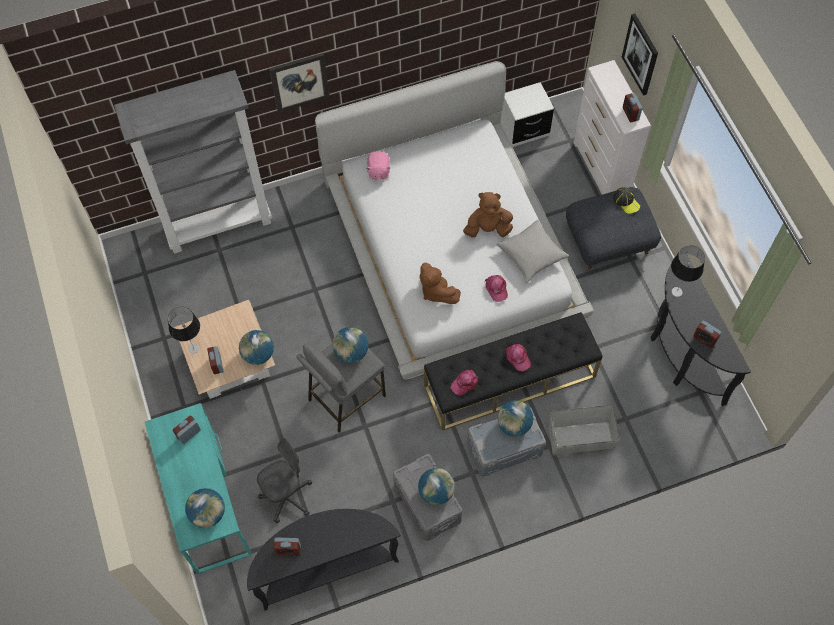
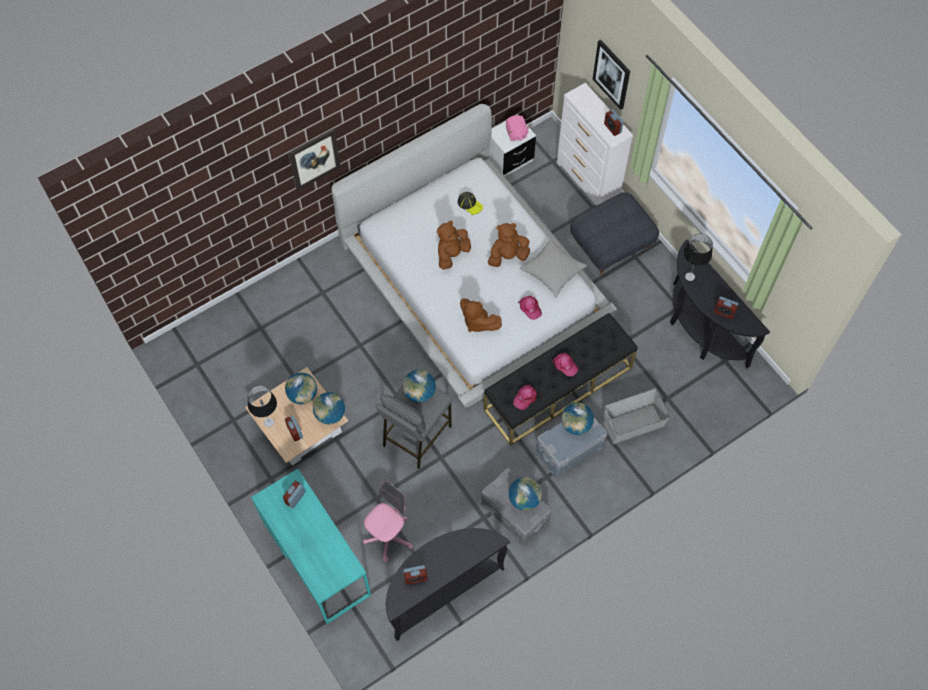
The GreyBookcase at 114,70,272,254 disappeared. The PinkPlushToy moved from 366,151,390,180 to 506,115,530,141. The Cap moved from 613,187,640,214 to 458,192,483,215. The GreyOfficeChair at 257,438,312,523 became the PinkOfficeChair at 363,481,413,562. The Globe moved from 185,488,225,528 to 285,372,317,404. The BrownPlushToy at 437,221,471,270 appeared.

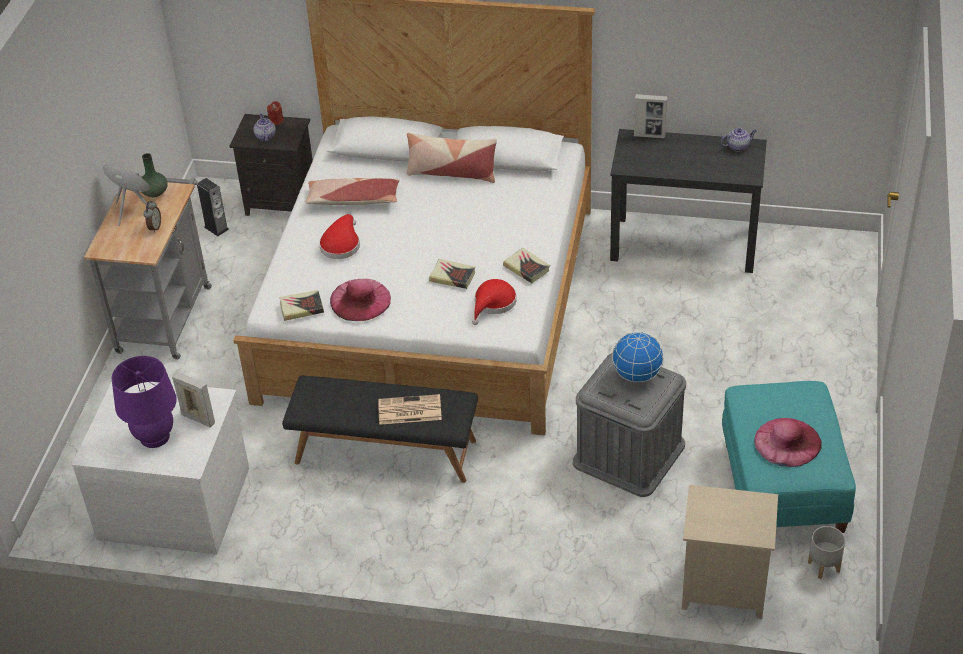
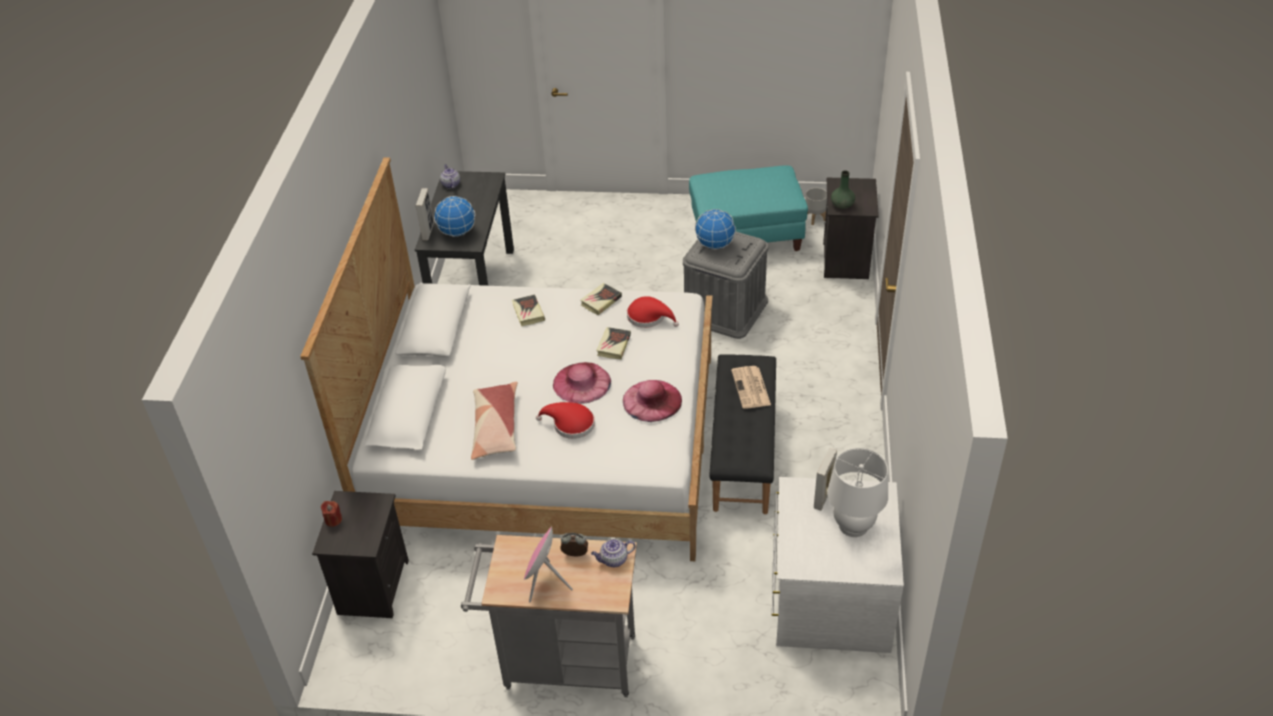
The Teapot moved from 254,114,276,141 to 591,539,636,567. The Pillow at 407,133,497,183 disappeared. The GreenVase moved from 142,153,168,197 to 831,171,856,209. The Speaker at 197,178,229,236 disappeared. The Book moved from 279,290,324,321 to 512,294,545,326. The PurpleTableLamp at 112,356,177,448 became the WhiteTableLamp at 827,448,888,537. The PinkHat moved from 754,418,822,467 to 553,362,611,404. The BeigeNightstand at 682,485,778,619 became the BlackNightstand at 823,178,879,279. The Globe at 434,196,475,237 appeared.

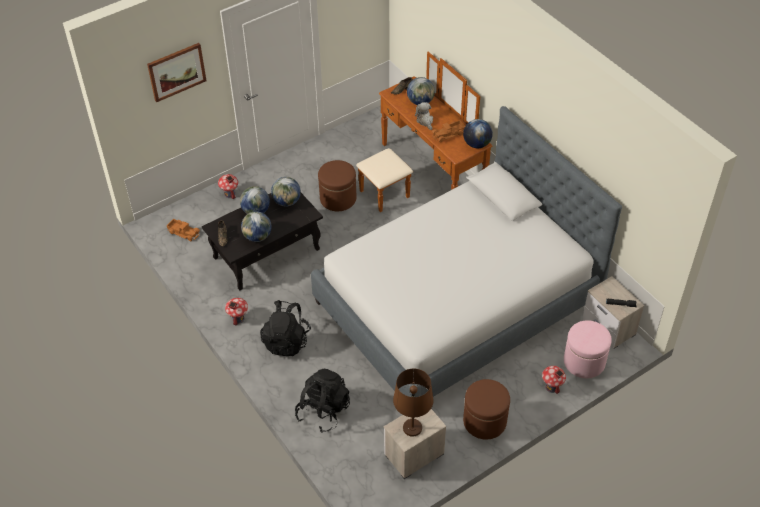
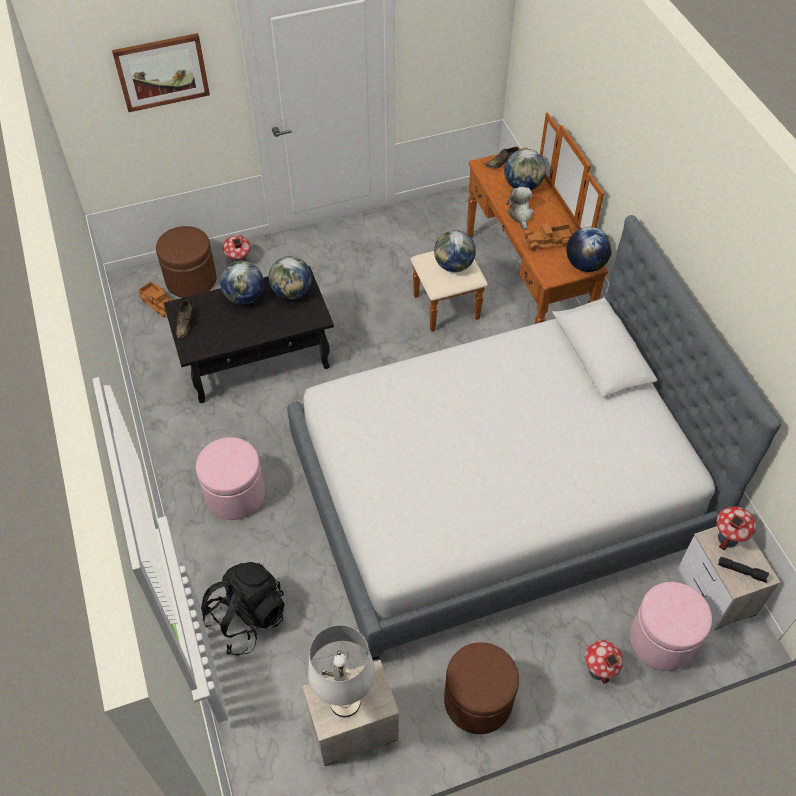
The BrownOttoman moved from 318,160,356,211 to 156,226,217,298. The Globe moved from 241,211,271,242 to 434,230,476,272. The ToyHouse moved from 225,298,248,326 to 717,506,756,550. The BlackBackpack at 260,300,311,356 was replaced by the PinkOttoman at 196,437,265,520. The BrownTableLamp at 393,369,433,437 became the WhiteTableLamp at 308,625,375,717.

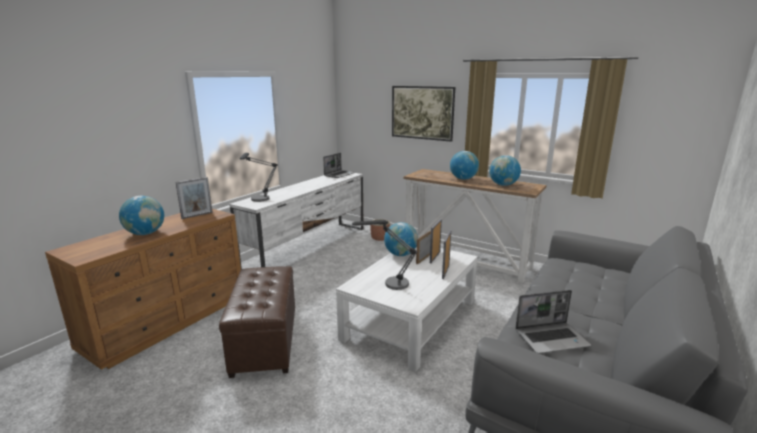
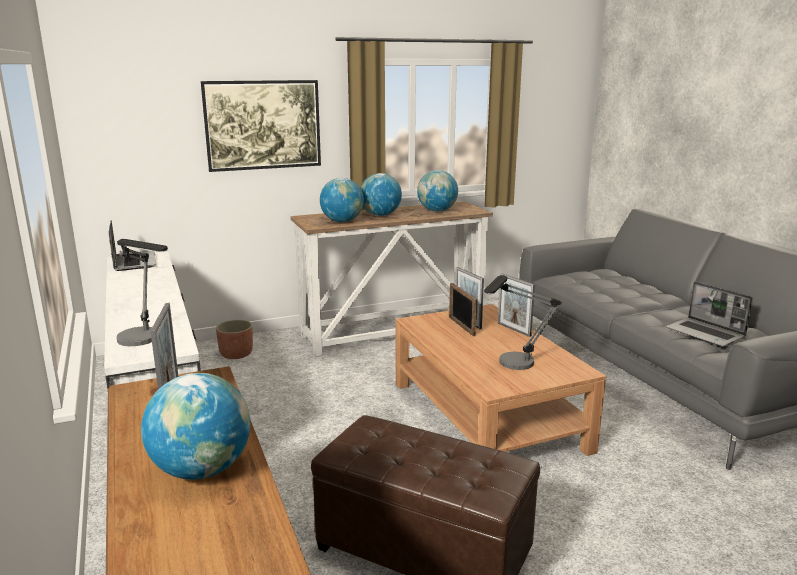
The Globe moved from 384,222,418,256 to 320,178,364,222. The WhiteCoffeeTable at 336,247,478,372 became the BrownCoffeeTable at 395,304,606,456. The Laptop at 515,290,591,353 turned 120 degrees clockwise.

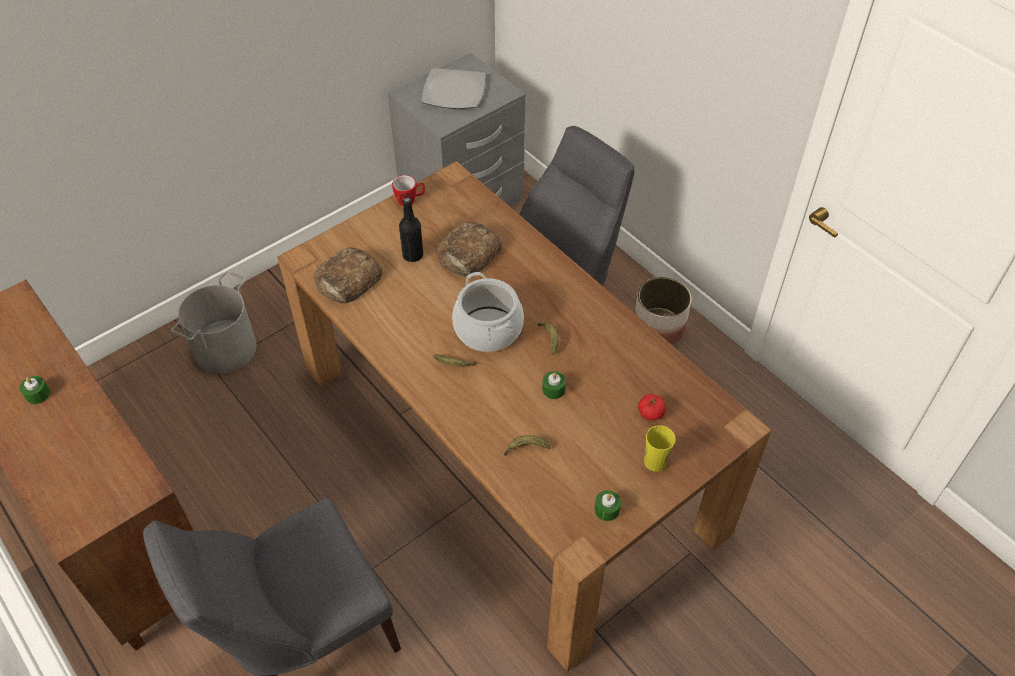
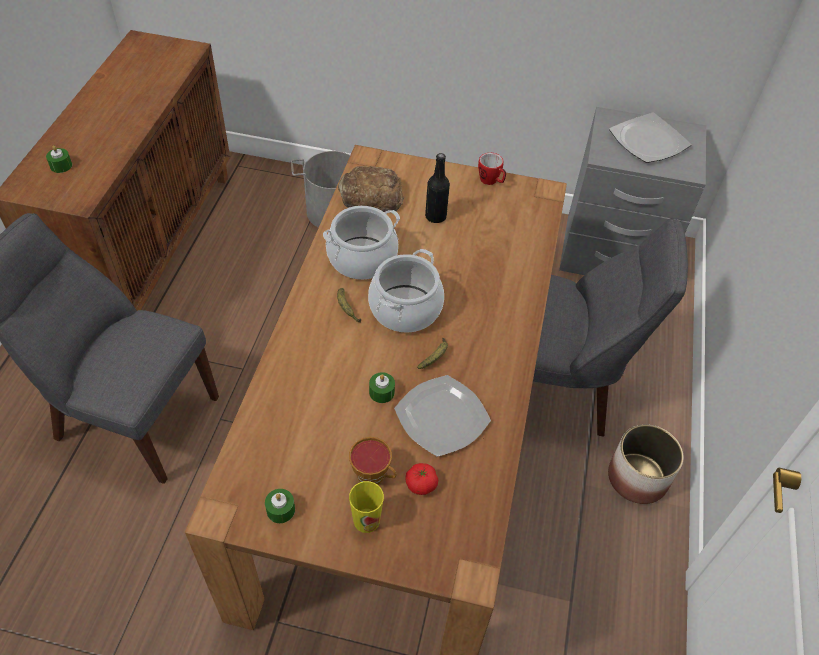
The Bread at 436,222,502,277 disappeared. The GreenCandle moved from 20,376,50,404 to 46,146,72,173. The Banana at 504,435,551,456 disappeared. The CookingPot at 323,206,400,280 appeared. The Plate at 394,375,491,457 appeared. The Cup at 349,437,396,485 appeared.

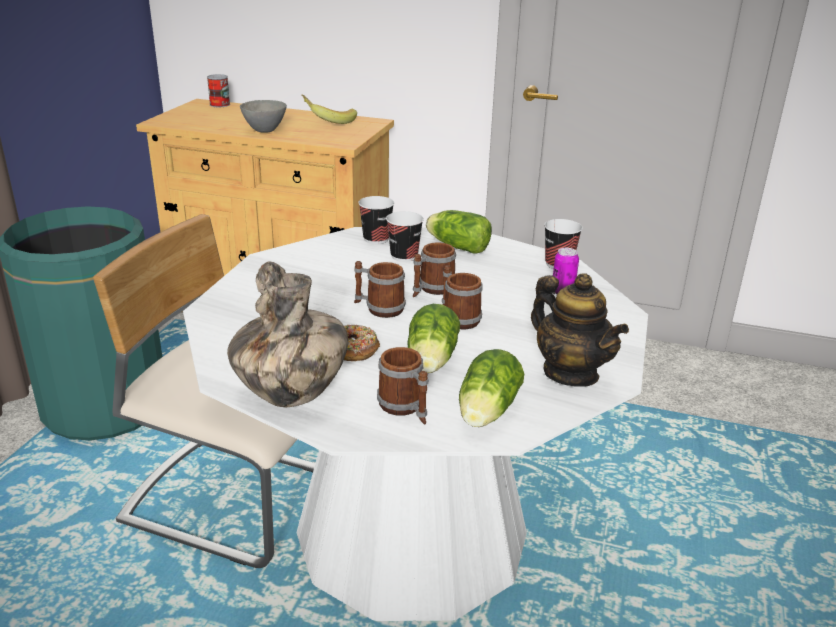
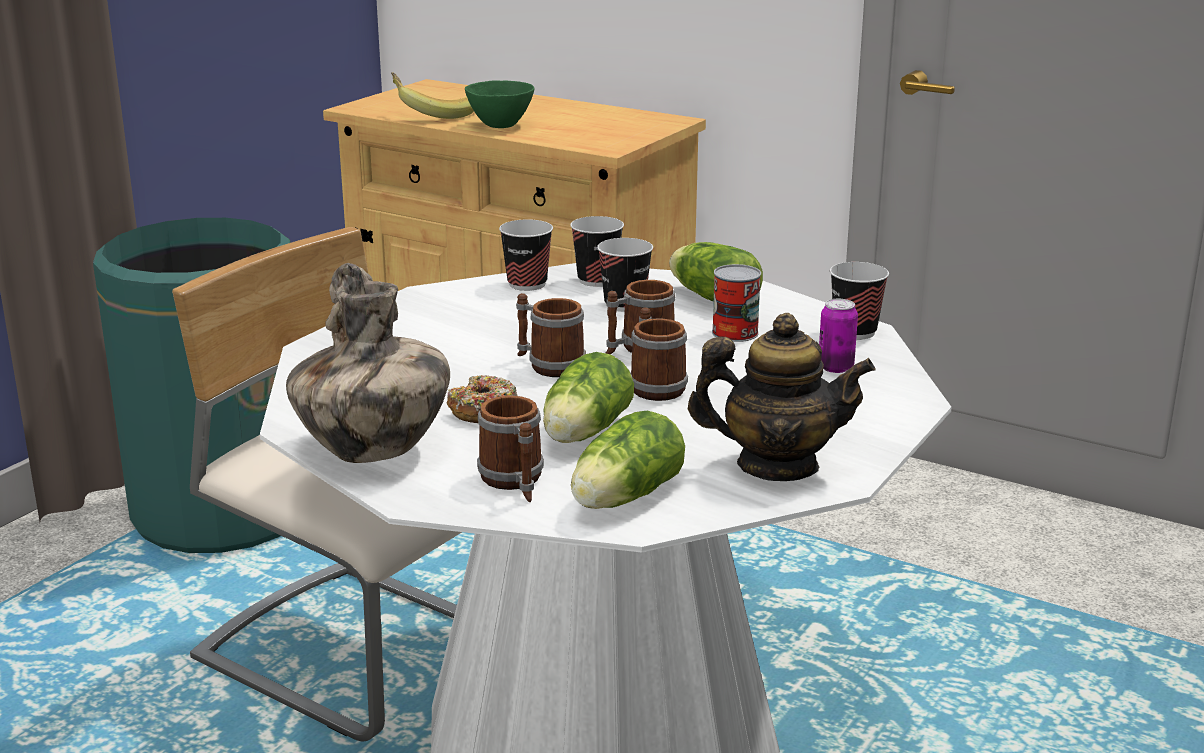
The Can moved from 207,74,230,107 to 712,264,761,342. The Banana moved from 301,94,357,124 to 391,72,474,119. The GreyBowl at 240,100,287,133 became the GreenBowl at 465,80,534,128. The Teapot at 531,273,629,387 turned 60 degrees counterclockwise. The Cup at 499,219,553,291 appeared.

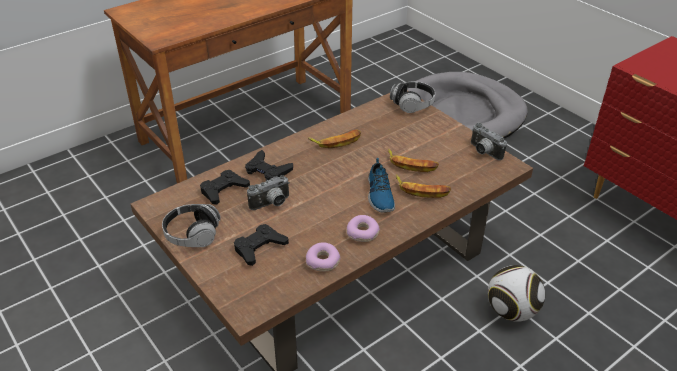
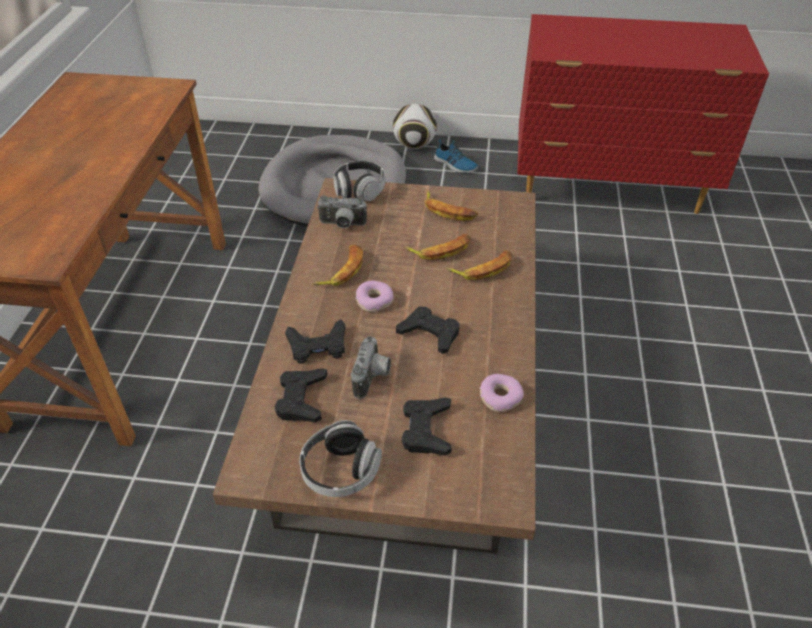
The PhotoCamera moved from 471,123,507,160 to 317,195,367,228. The Shoe moved from 368,158,395,213 to 434,139,479,173. The Donut moved from 347,215,380,242 to 356,281,394,312. The Football moved from 488,265,545,321 to 393,104,437,149. The Banana at 425,191,478,221 appeared. The BlackGameController at 396,306,460,354 appeared.

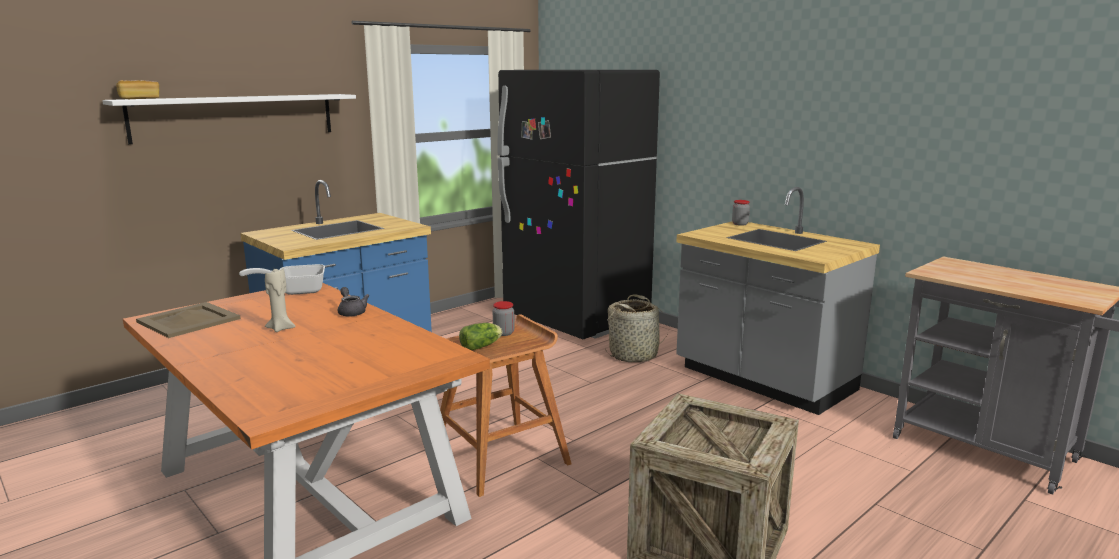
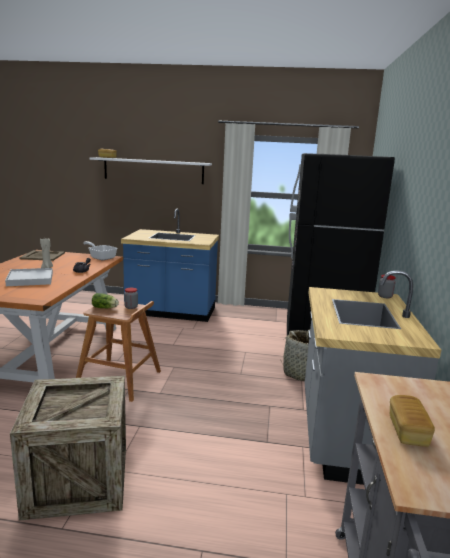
The WhiteTray at 5,268,53,286 appeared. The Bread at 390,395,435,447 appeared.

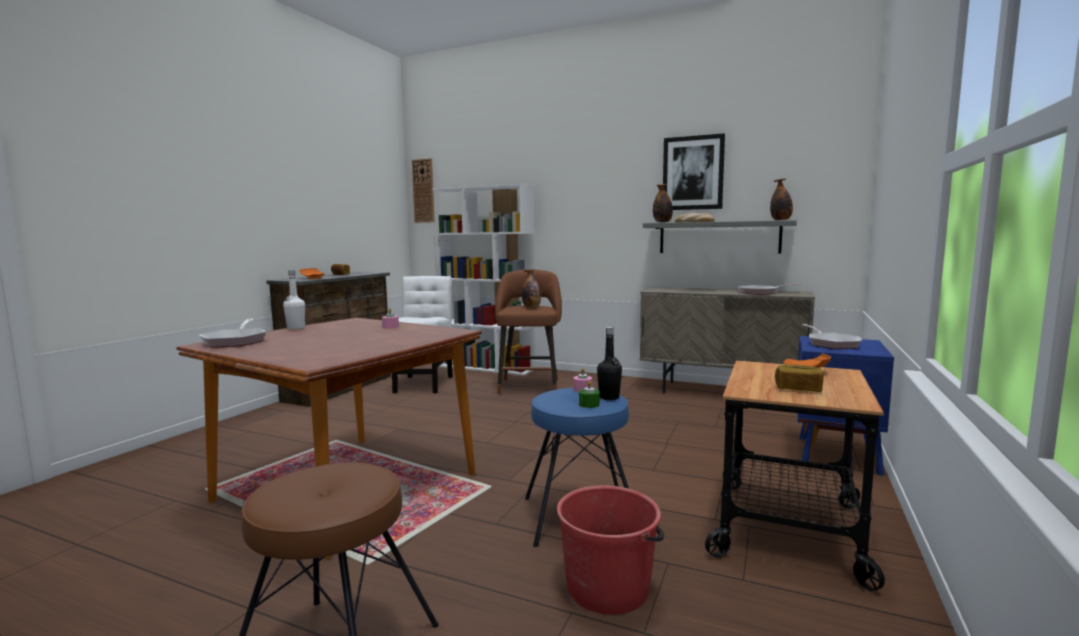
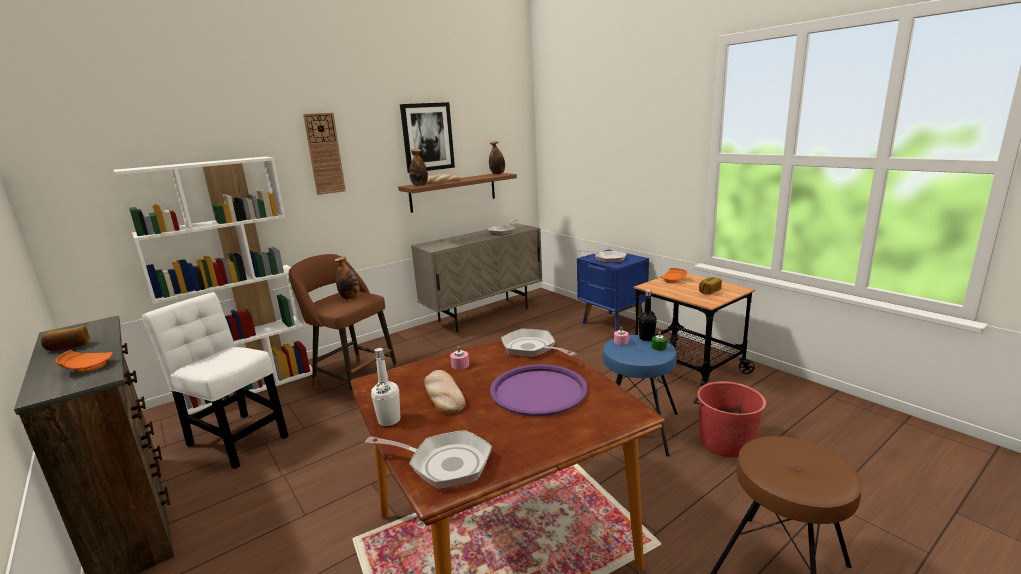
The WallClock moved from 412,158,435,223 to 303,113,346,195. The GreyShelf at 643,220,797,253 became the BrownShelf at 398,173,517,213. The FryingPan at 501,329,577,357 appeared. The PurpleTray at 490,364,587,417 appeared. The Bread at 424,370,466,414 appeared.

